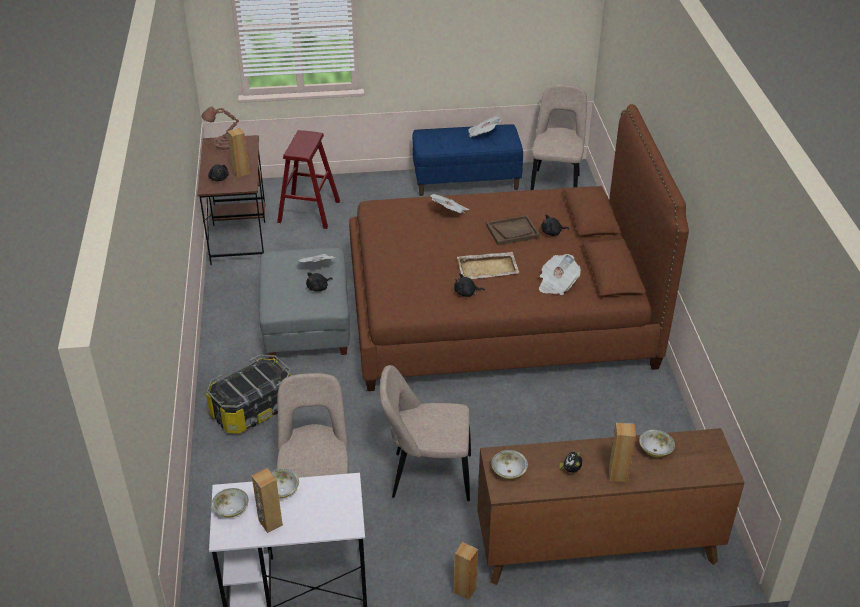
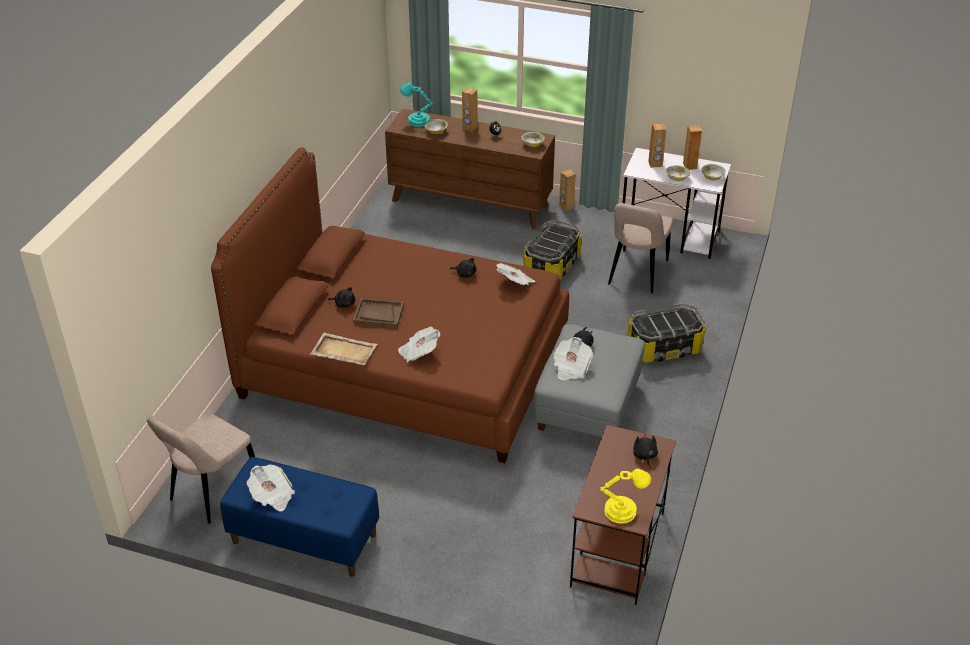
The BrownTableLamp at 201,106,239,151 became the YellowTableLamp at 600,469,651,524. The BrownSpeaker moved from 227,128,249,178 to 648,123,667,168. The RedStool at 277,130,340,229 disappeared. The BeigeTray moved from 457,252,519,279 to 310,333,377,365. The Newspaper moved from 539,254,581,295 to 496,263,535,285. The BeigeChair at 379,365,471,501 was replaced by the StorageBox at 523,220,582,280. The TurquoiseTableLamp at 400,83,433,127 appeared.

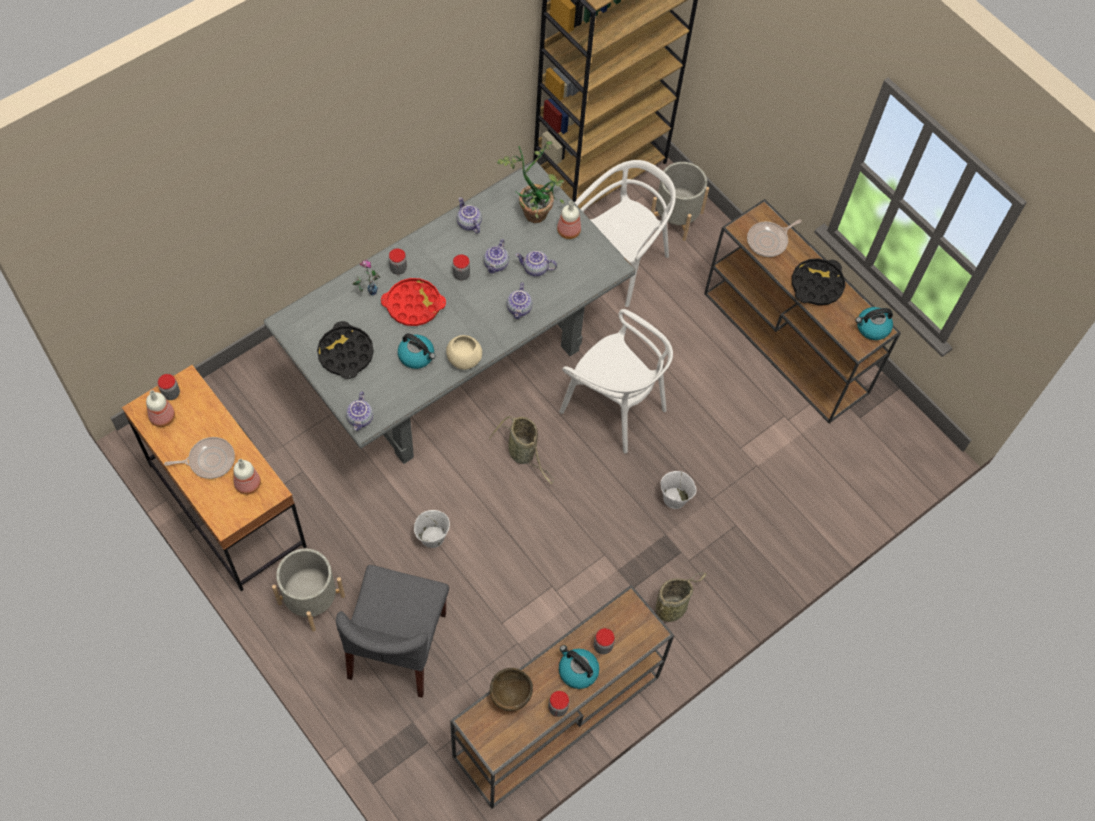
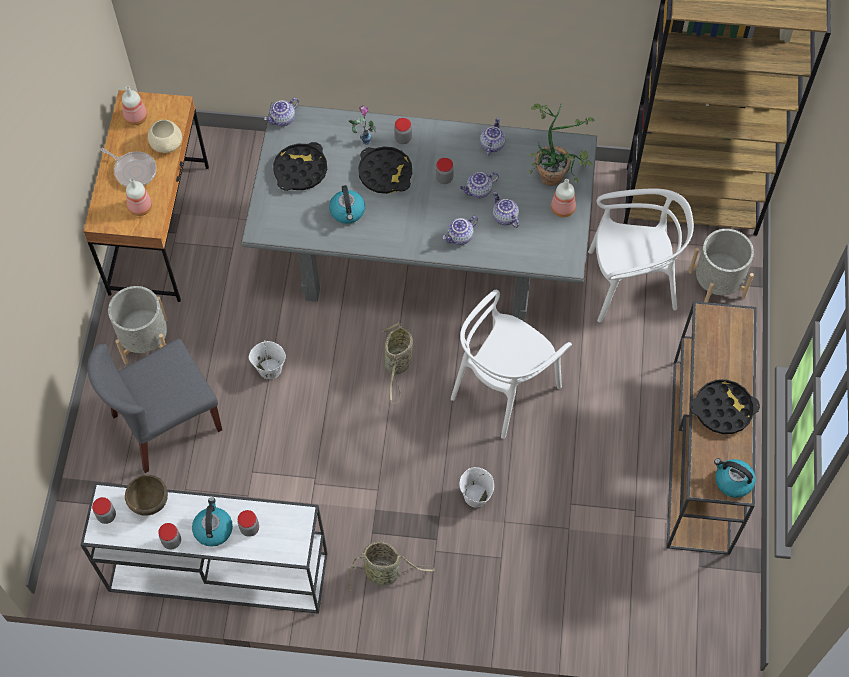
The FryingPan at 747,219,802,257 disappeared. The RedTray at 381,278,446,326 became the BlackTray at 358,147,412,194. The WhiteChair at 559,309,673,454 turned 45 degrees clockwise. The BeigeBowl moved from 446,335,482,370 to 148,120,182,153. The Jar moved from 158,374,180,400 to 92,497,116,524. The Teapot moved from 346,392,373,431 to 264,98,299,126. The BrownConsoleTable at 450,585,674,809 became the WhiteConsoleTable at 81,482,328,614.

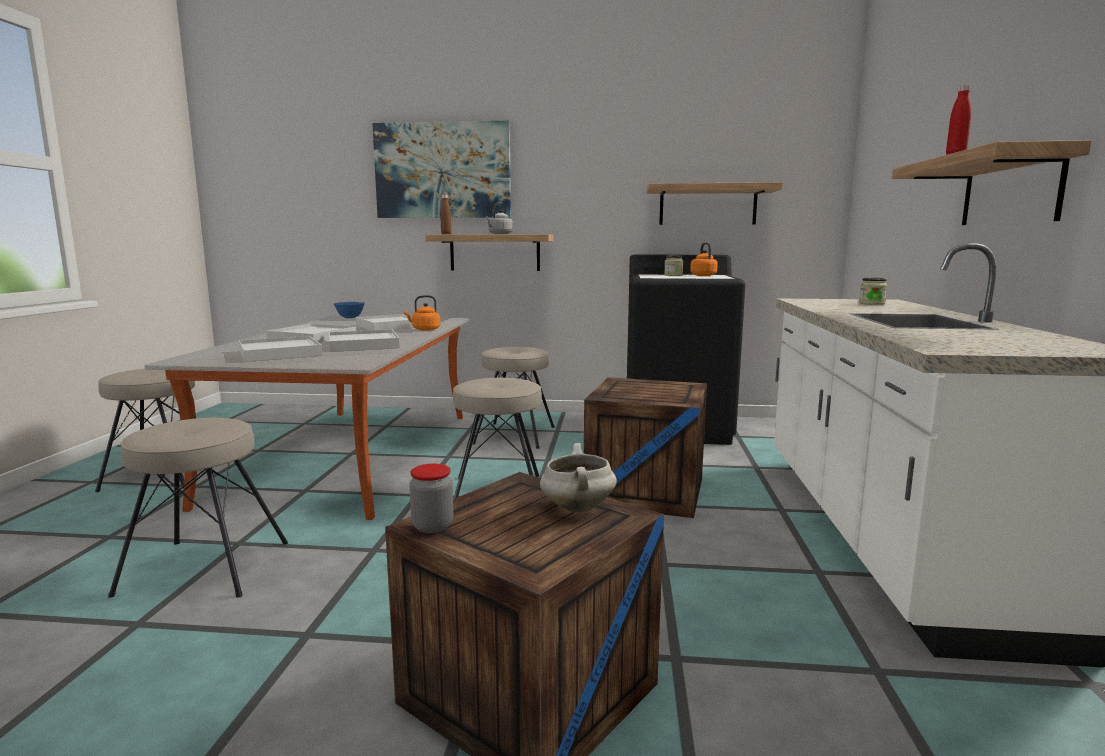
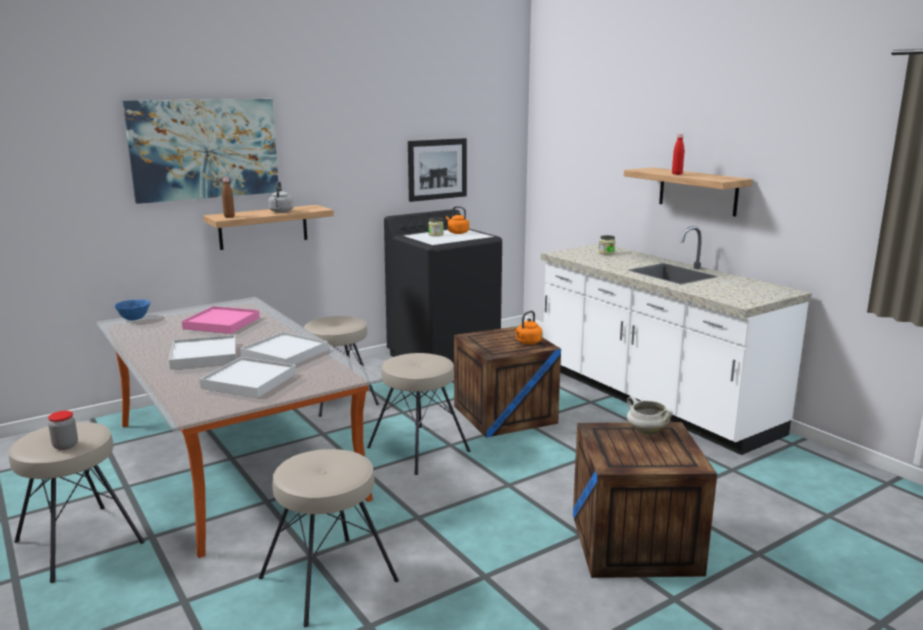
The Shelf at 647,182,783,225 was replaced by the Picture at 408,138,467,202. The OrangeKettle moved from 404,295,440,331 to 514,311,542,344. The WhiteTray at 356,314,414,330 became the PinkTray at 182,306,260,334. The Jar moved from 409,464,453,533 to 48,411,78,450.

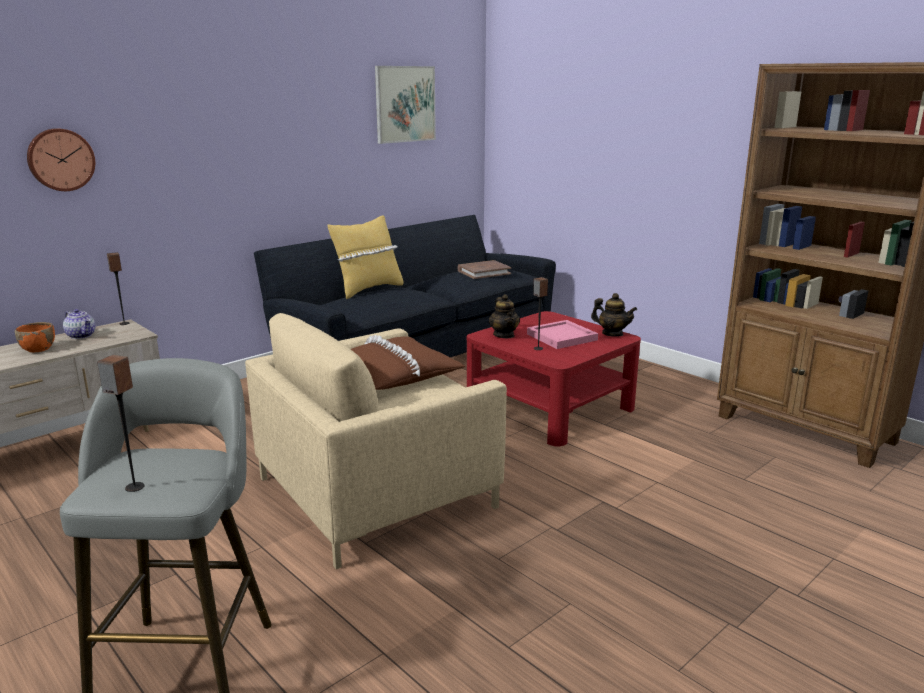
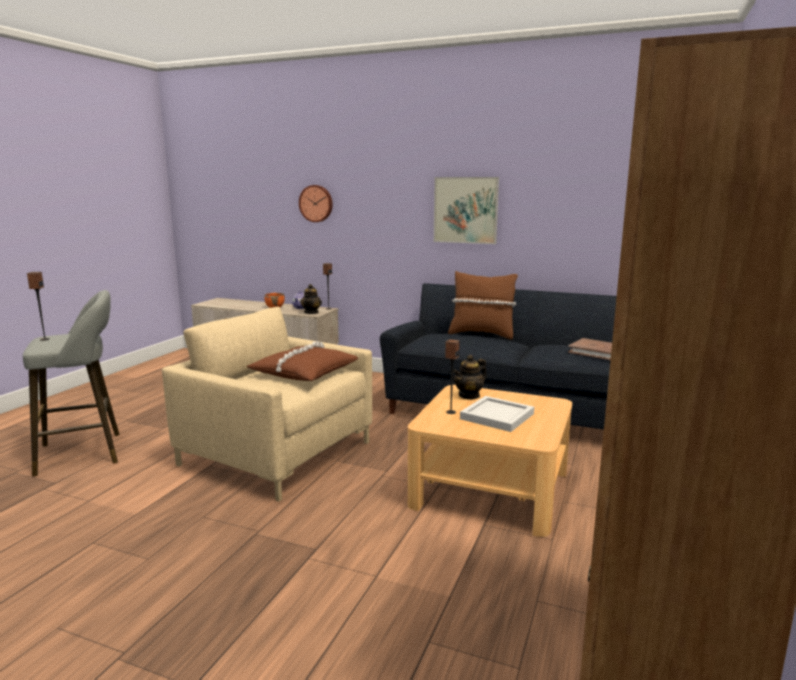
The Picture moved from 375,66,436,144 to 434,177,499,244. The YellowPillow at 328,215,404,299 became the BrownPillow at 448,271,518,340. The Teapot moved from 591,293,637,337 to 300,284,322,314. The RedCoffeeTable at 467,311,641,447 became the BeigeCoffeeTable at 408,385,572,537. The PinkTray at 527,320,598,349 became the WhiteTray at 460,396,534,432.

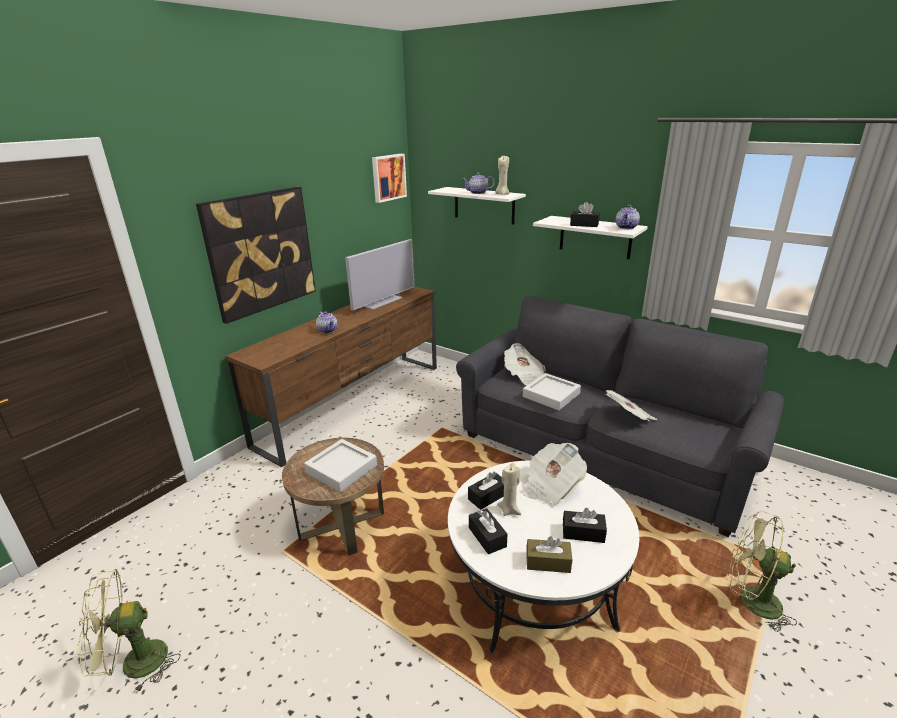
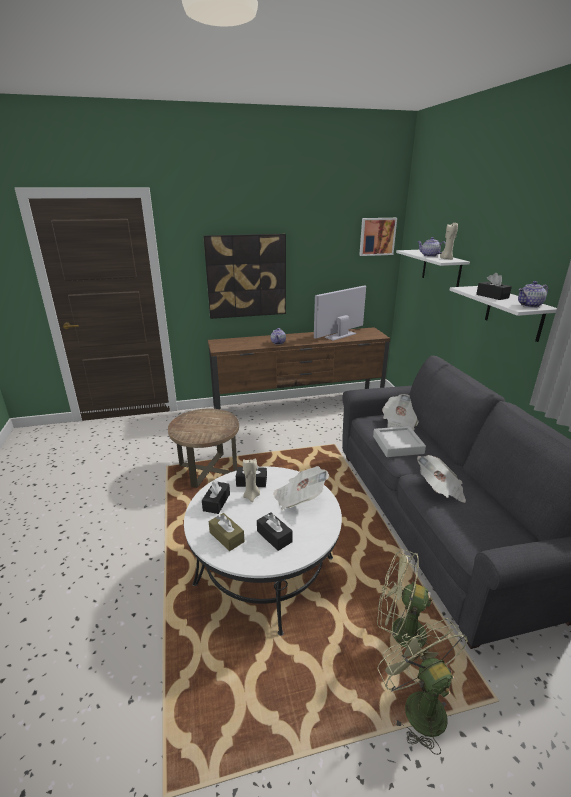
The Television at 345,239,414,311 turned 150 degrees clockwise. The GreyTray at 304,439,377,492 disappeared. The GreenFan moved from 78,569,180,694 to 377,549,433,660.

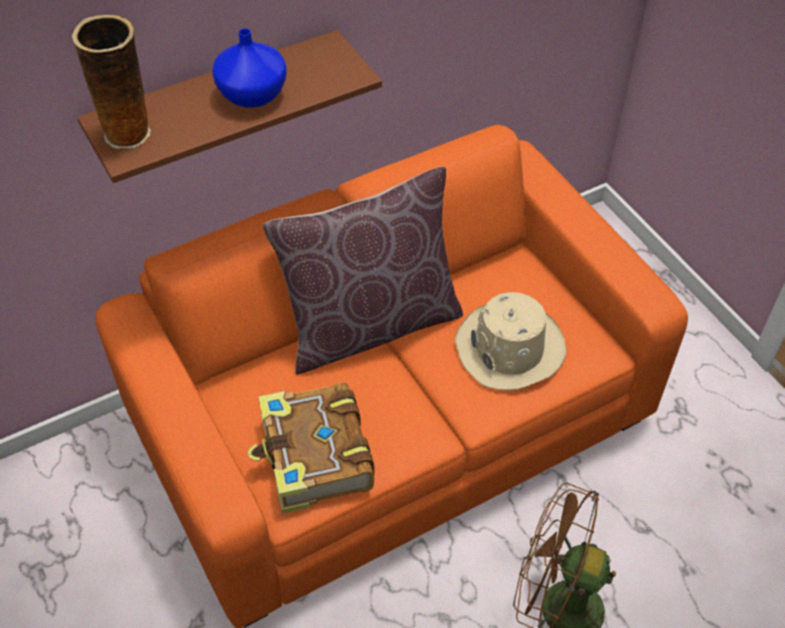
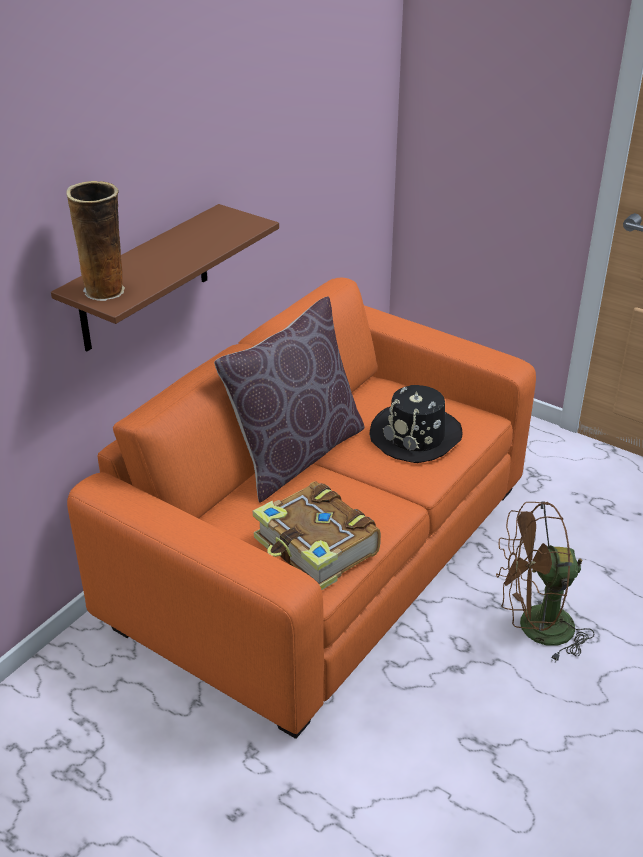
The BlueVase at 212,29,287,108 disappeared. The BeigeHat at 455,292,567,391 became the BlackHat at 369,385,462,463.

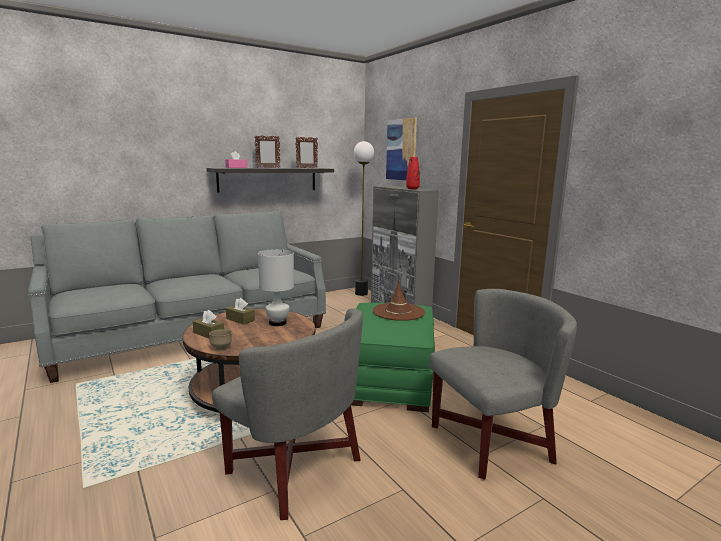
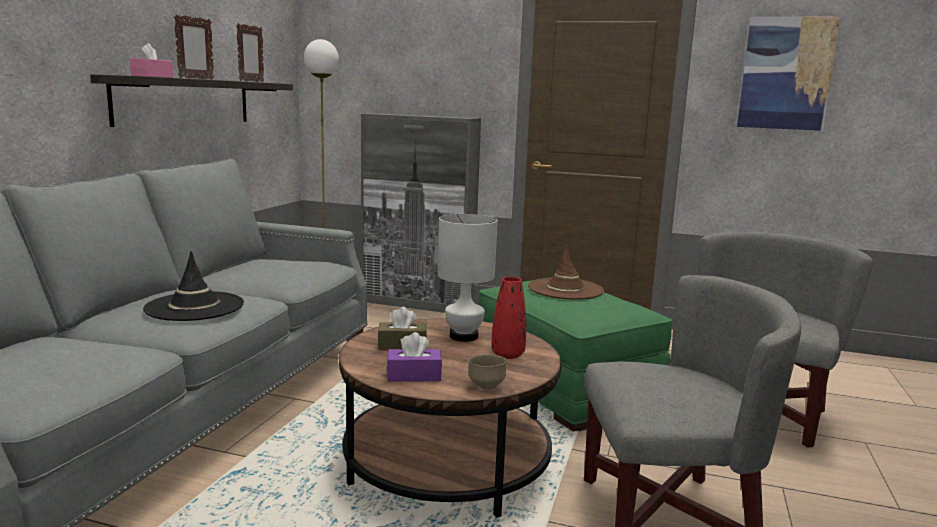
The Picture moved from 386,117,417,180 to 737,17,841,131. The RedVase moved from 406,157,420,189 to 492,277,526,359. The BrownTissueBox at 193,310,224,339 became the PurpleTissueBox at 387,332,442,382. The BlackHat at 143,251,244,321 appeared.

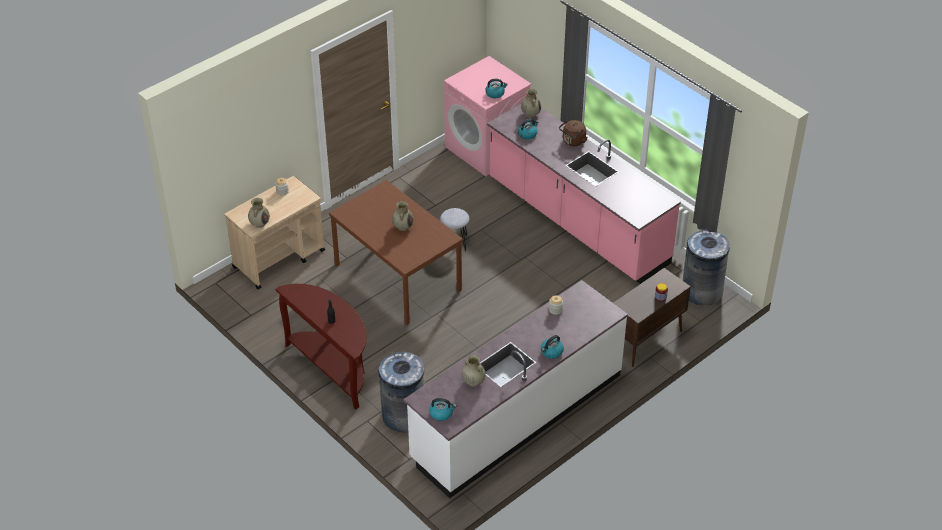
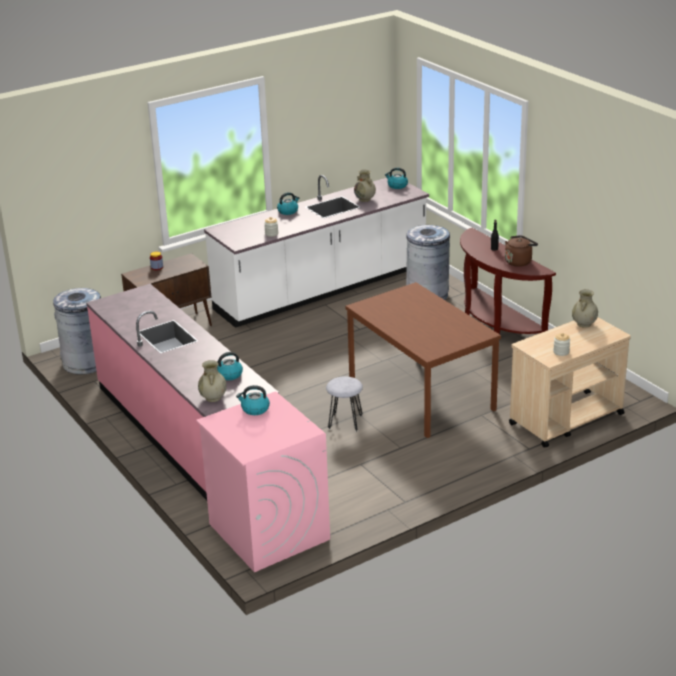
The BrownKettle moved from 559,120,587,146 to 505,235,538,267. The BeigeVase at 392,201,413,231 disappeared.

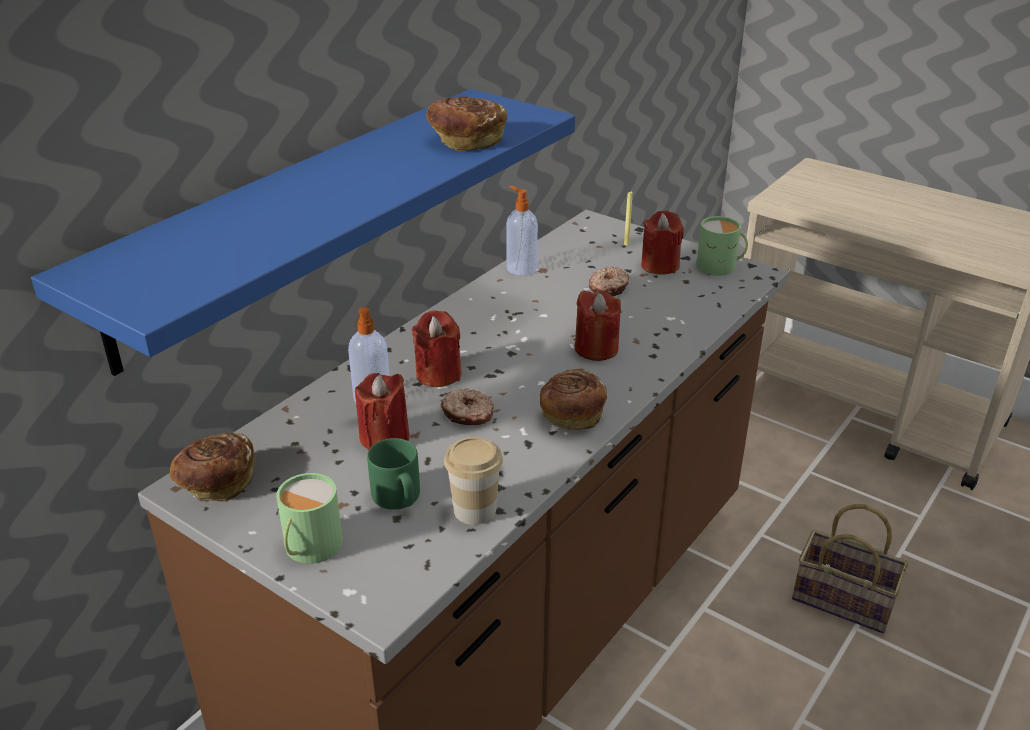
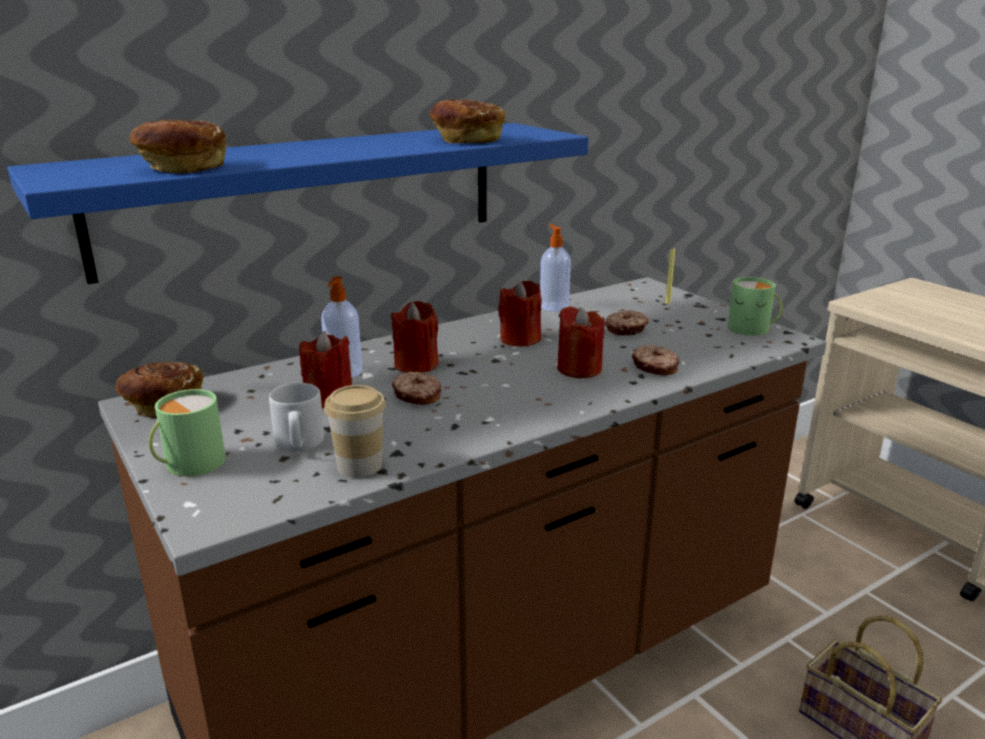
The RedCandle moved from 641,210,684,275 to 498,281,542,347. The Bread moved from 540,368,607,430 to 130,119,226,173. The GreenMug at 367,438,420,510 became the GreyMug at 269,383,324,452. The Donut at 632,345,679,376 appeared.

